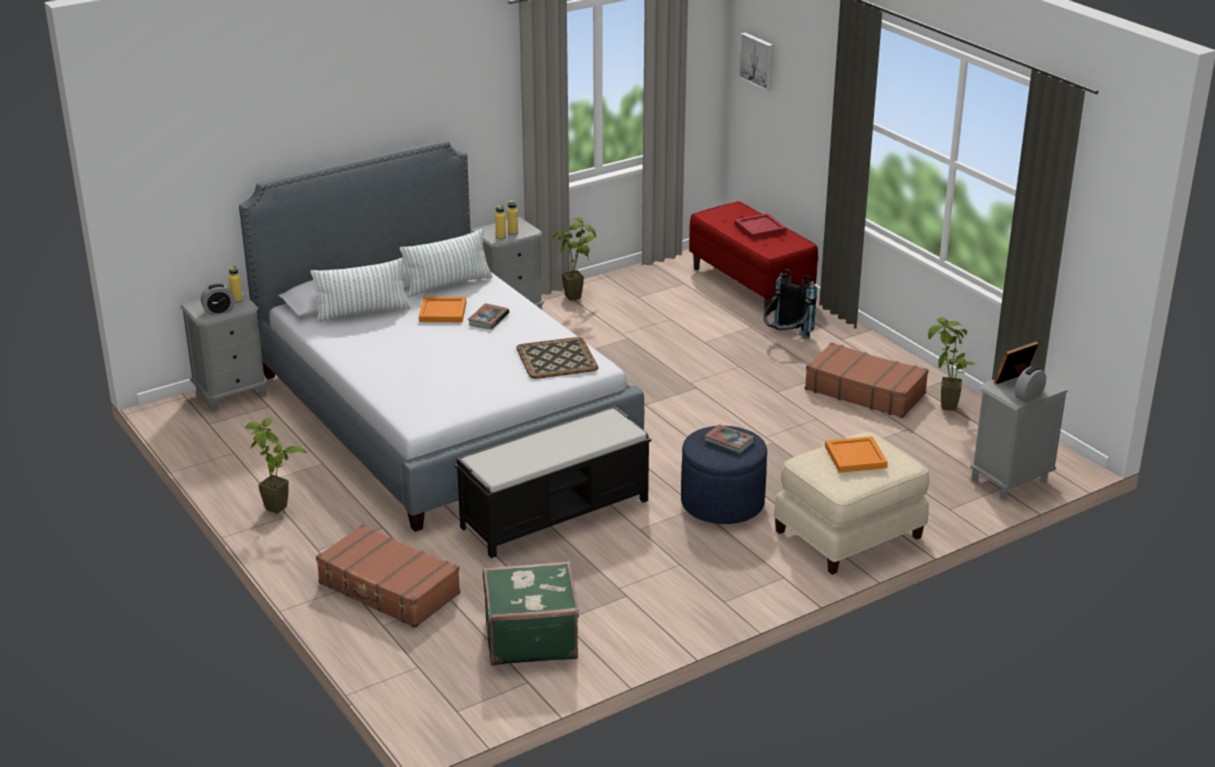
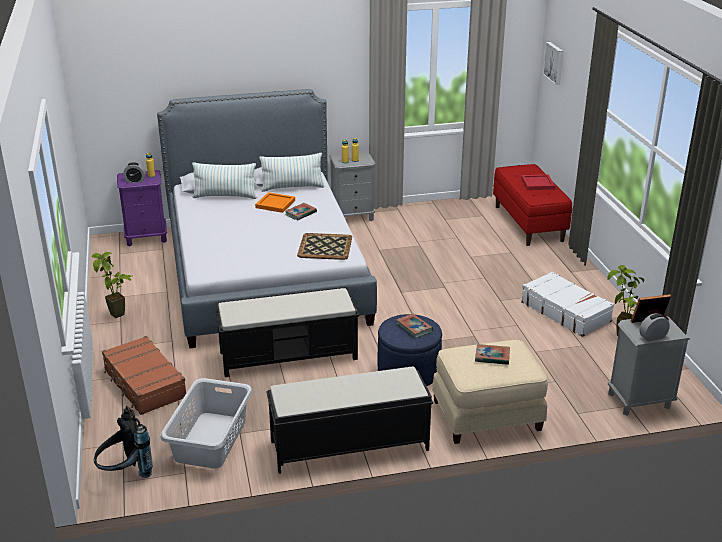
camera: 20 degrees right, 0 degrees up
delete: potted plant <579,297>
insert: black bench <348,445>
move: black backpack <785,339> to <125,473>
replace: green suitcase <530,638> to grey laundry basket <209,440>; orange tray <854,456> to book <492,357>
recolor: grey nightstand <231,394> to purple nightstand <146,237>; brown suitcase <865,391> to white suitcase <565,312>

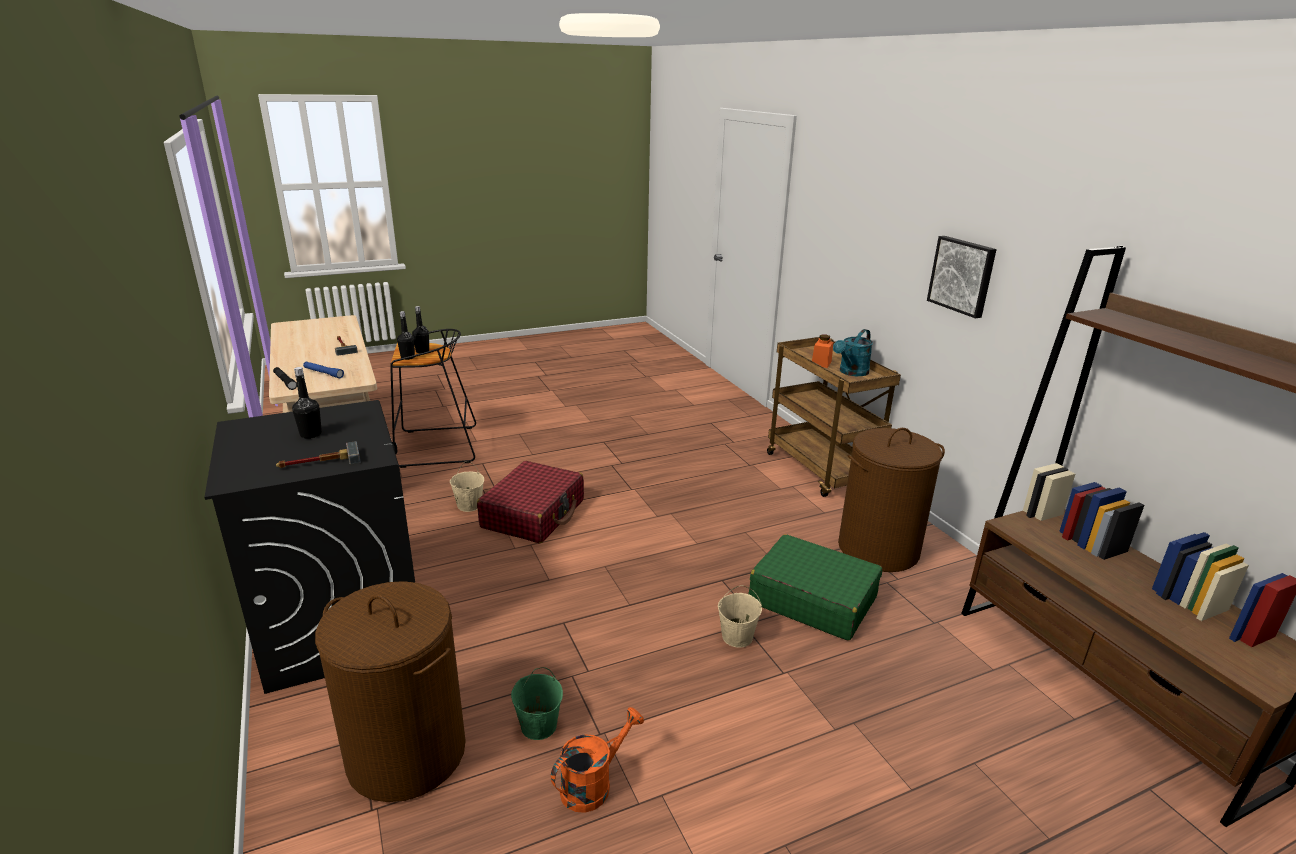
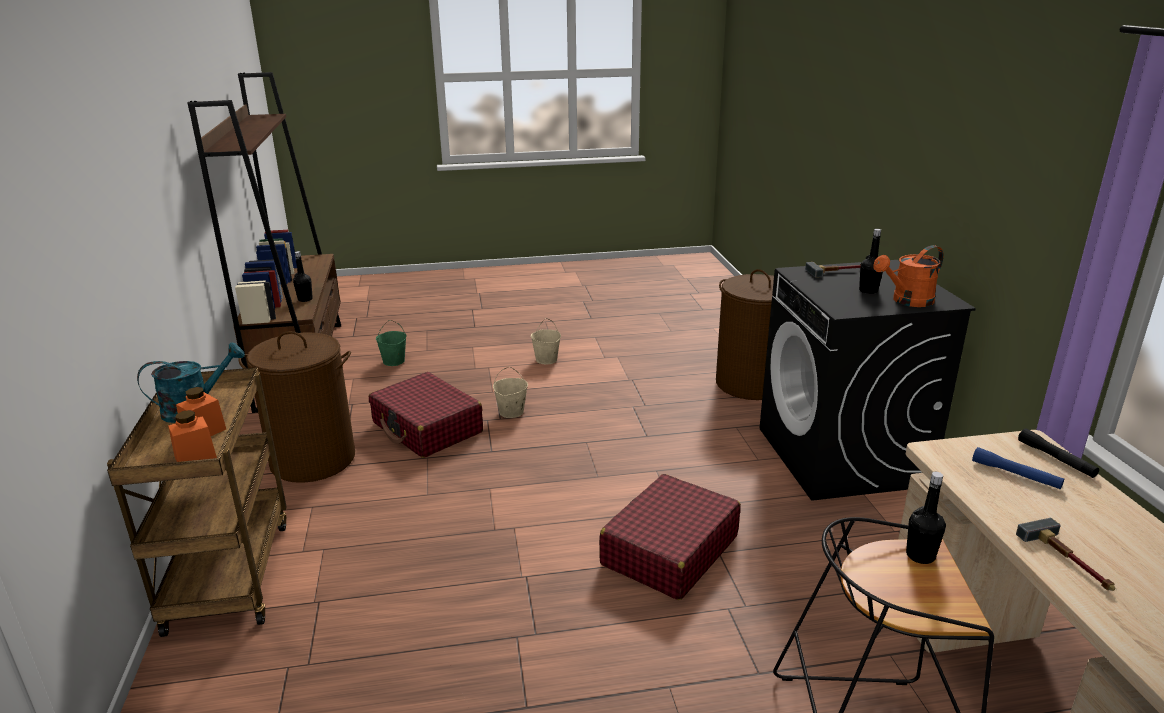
camera: 165 degrees left, 0 degrees up
delete: picture <962,275>
insert: orange jar <195,457>
move: black bottle <422,351> to <305,299>; beige bucket <469,505> to <546,360>; green bucket <538,726> to <394,361>; orange watering can <593,784> to <907,301>
recolor: green suitcase <812,599> to red suitcase <427,428>

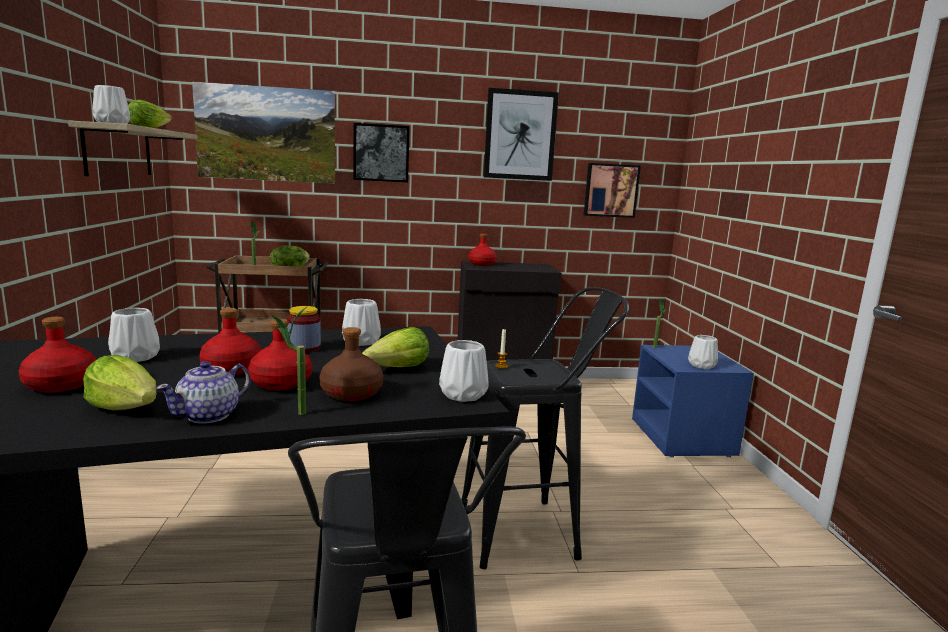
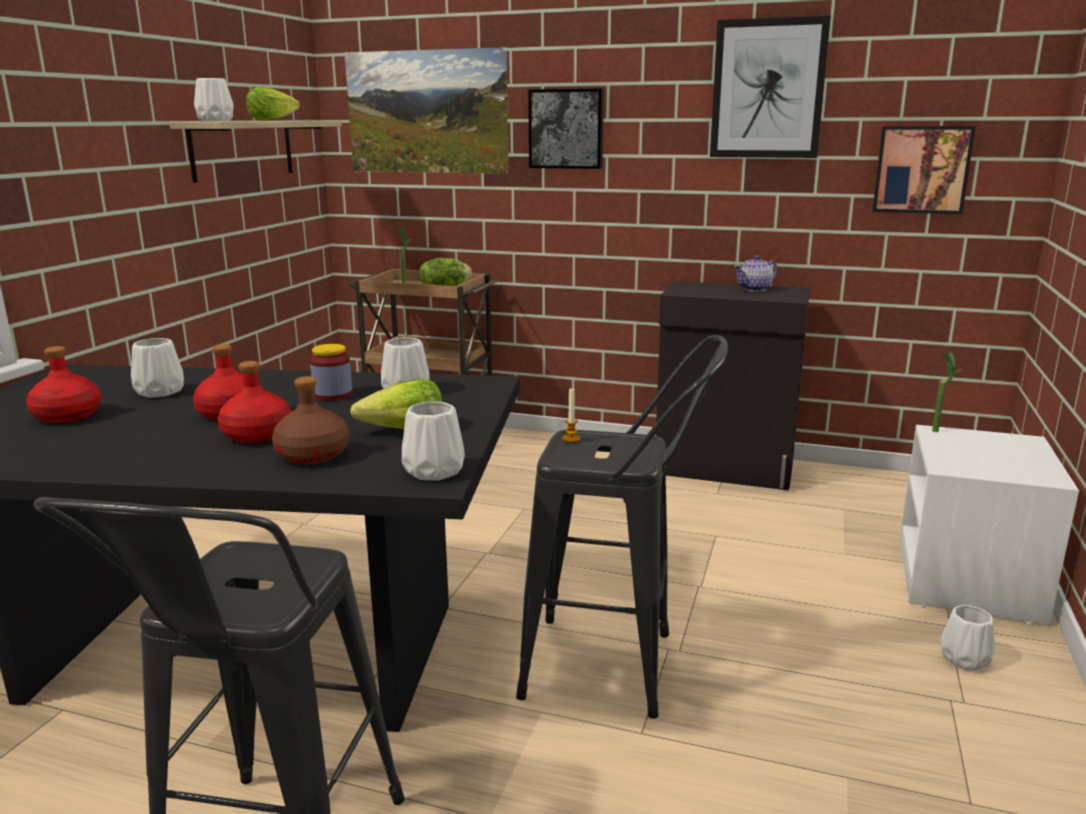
camera: 25 degrees right, 5 degrees up
delete: lettuce <126,408>; potted plant <293,414>; red bottle <481,264>
move: teapot <209,415> to <755,289>; white vase <702,366> to <965,660>
recolor: blue nightstand <683,437> to white nightstand <969,581>

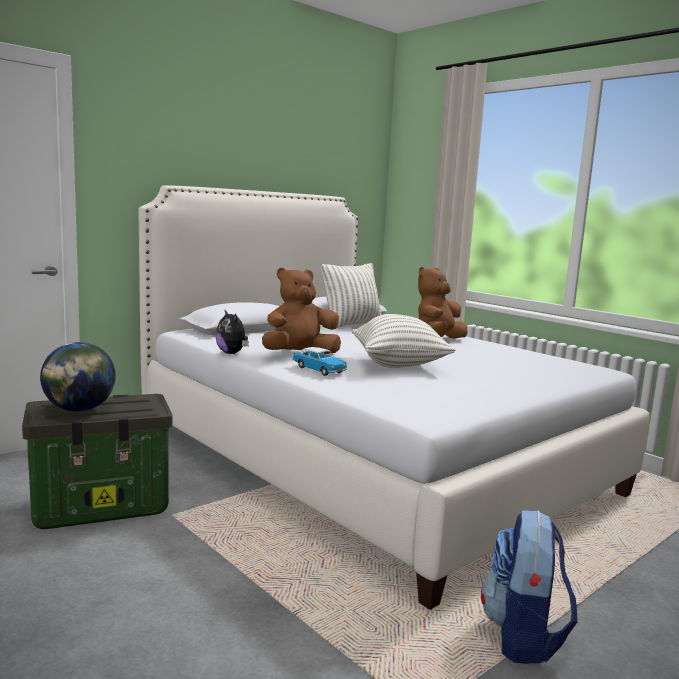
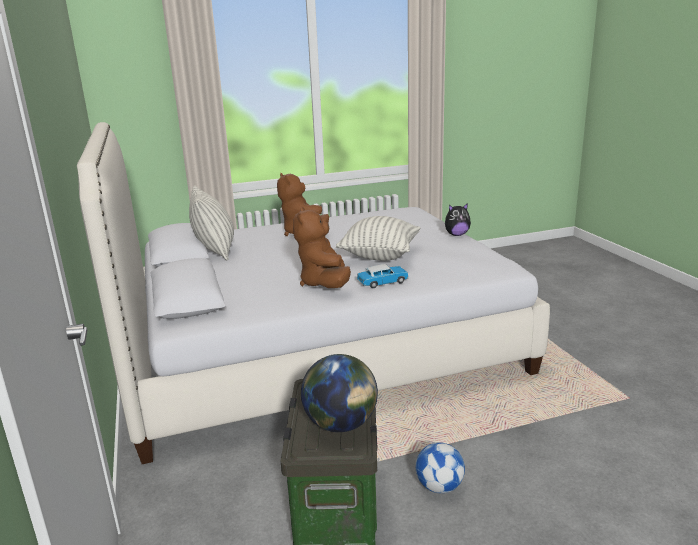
camera: 65 degrees left, 10 degrees up
delete: backpack <524,636>
insert: football <439,486>
move: plush toy <232,353> to <456,235>

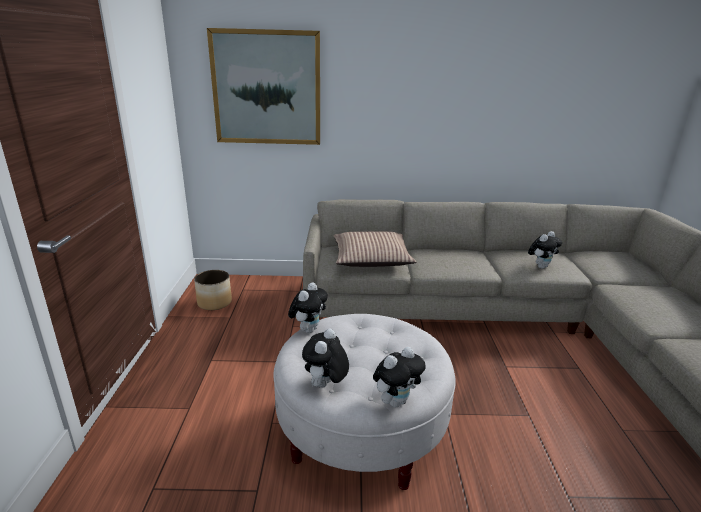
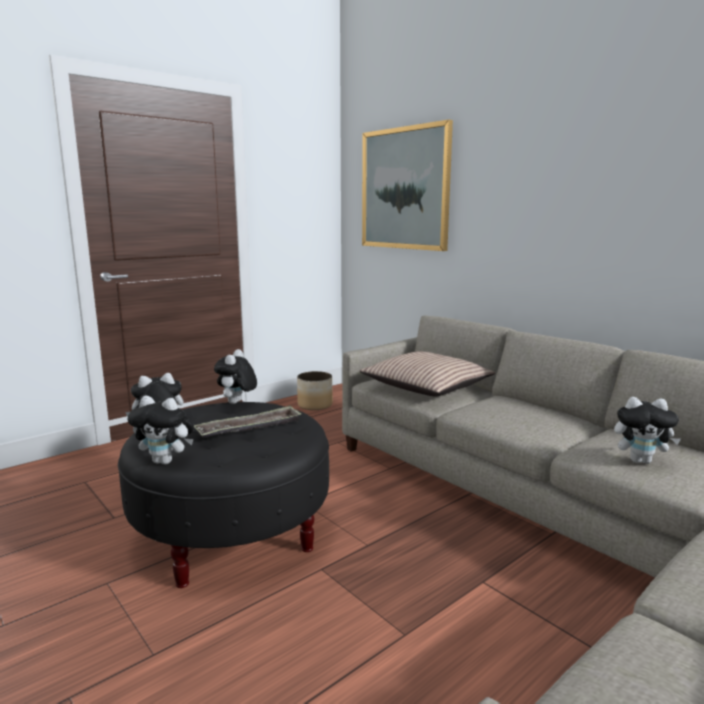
camera: 50 degrees right, 10 degrees down
insert: tray <249,428>
recolor: white ottoman <361,432> to black ottoman <232,533>
rotate: plush toy <308,329> = <237,403> 120 degrees clockwise

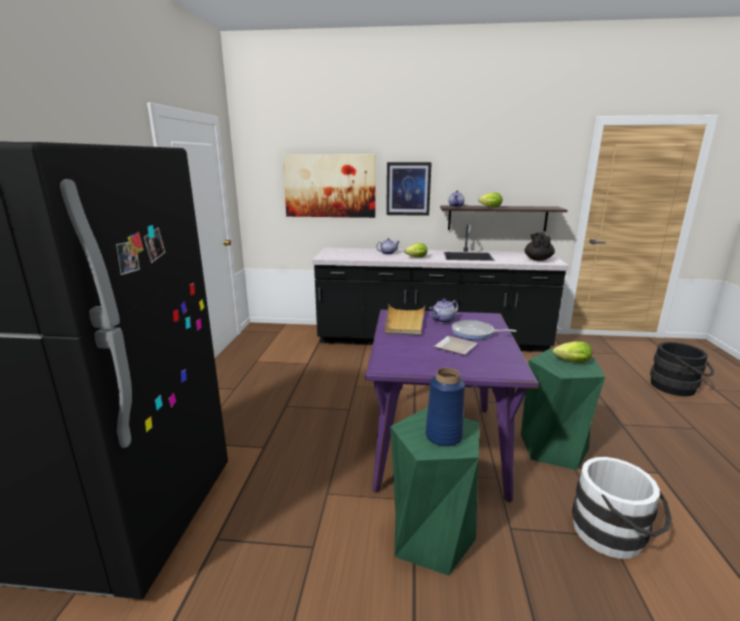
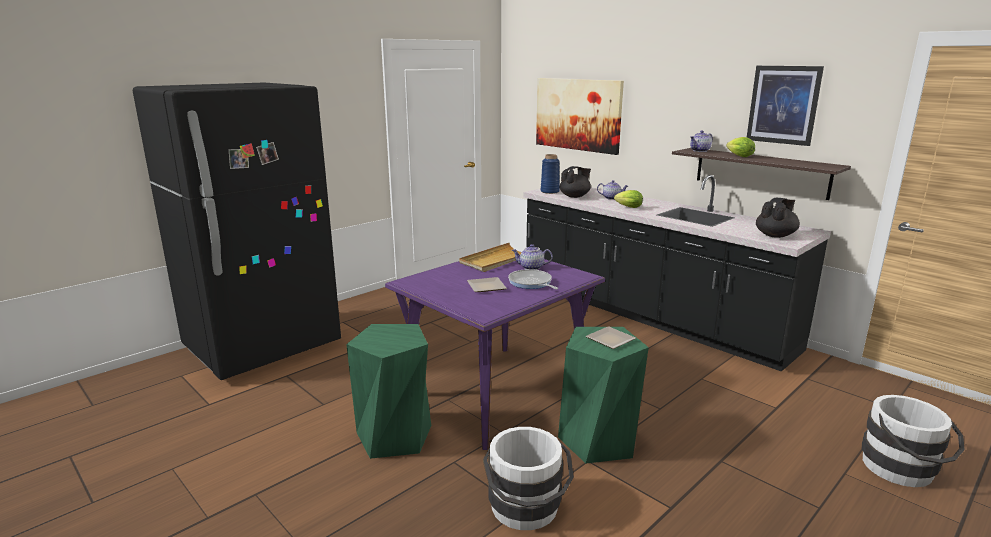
camera: 40 degrees right, 0 degrees up
insert: black teapot <575,196>
move: picture <408,189> to <783,105>; blue vase <444,436> to <550,191>
replace: lettuce <570,362> to plate <610,341>
recolor: black bucket <677,387> to white bucket <903,471>

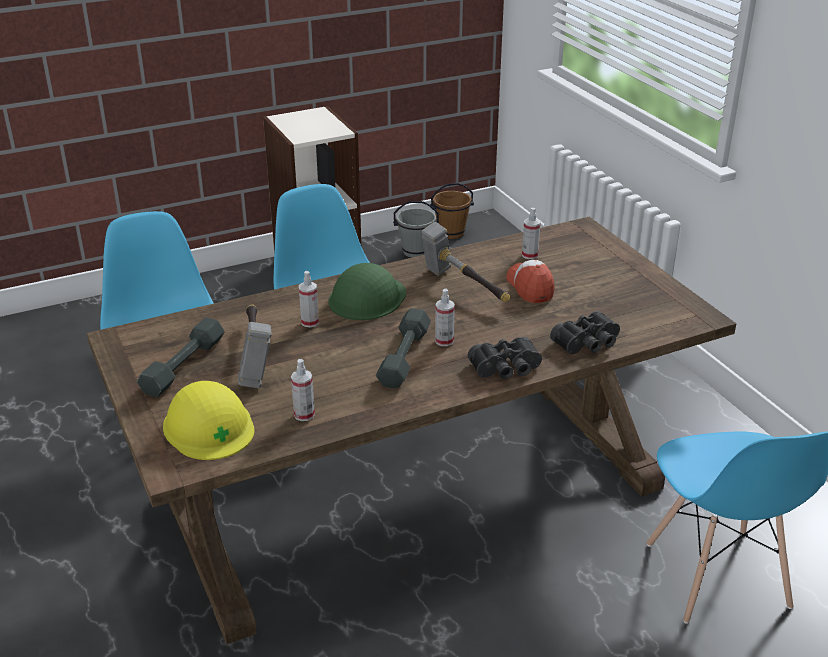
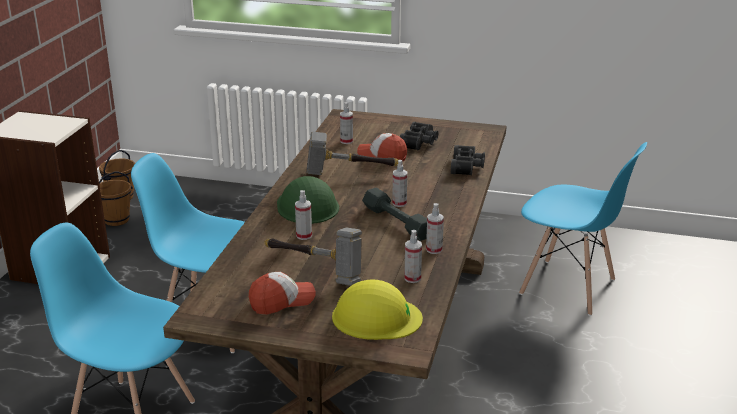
camera: 50 degrees left, 5 degrees down
insert: spray bottle <434,250>
move: black binoculars <506,369> to <420,143>
replace: grey dumbbell <183,365> to cap <282,301>
recolor: grey bucket <416,251> to brown bucket <116,220>

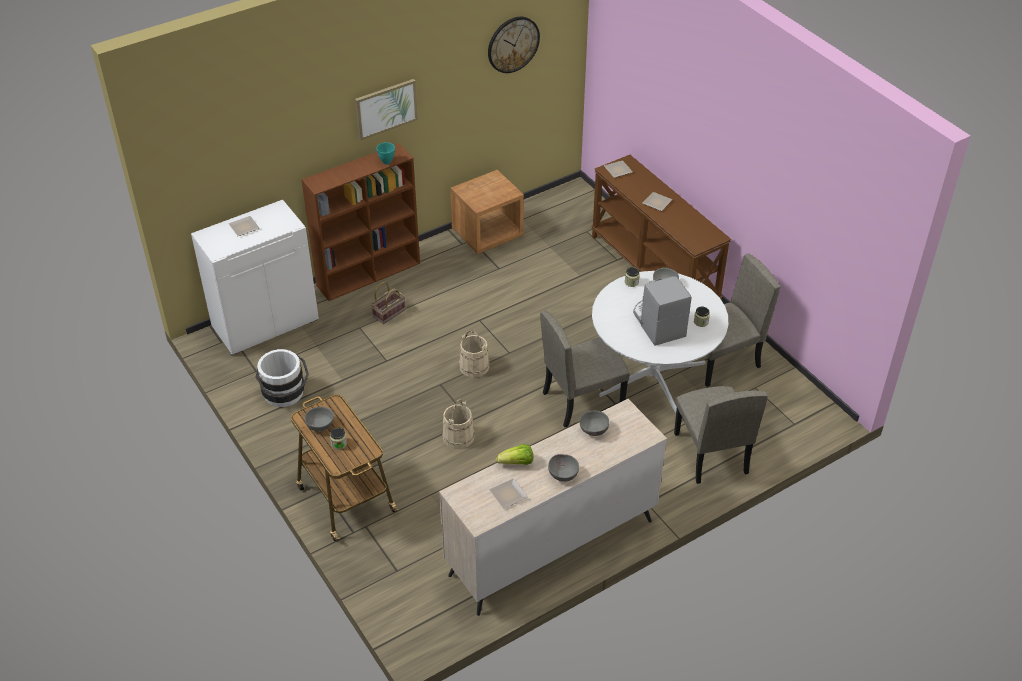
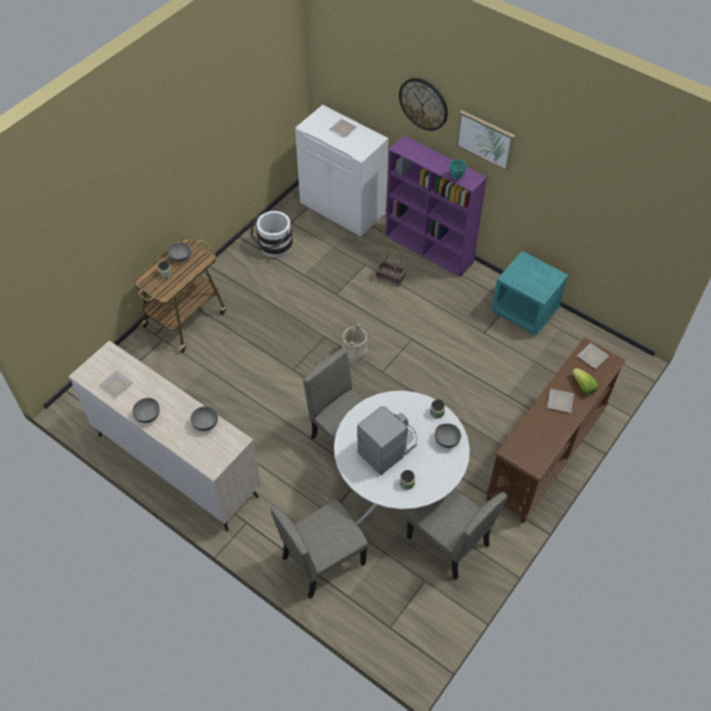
camera: 70 degrees right, 10 degrees up
delete: beige bucket <458,437>
move: wall clock <513,44> to <424,103>; lettuce <517,463> to <583,386>
recolor: brown bookcase <369,274> to purple bookcase <430,249>; brown nightstand <487,234> to turquoise nightstand <525,310>

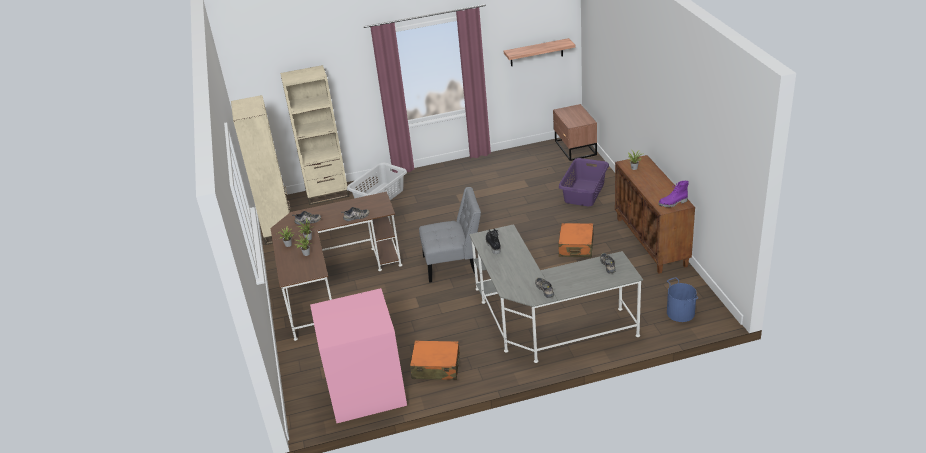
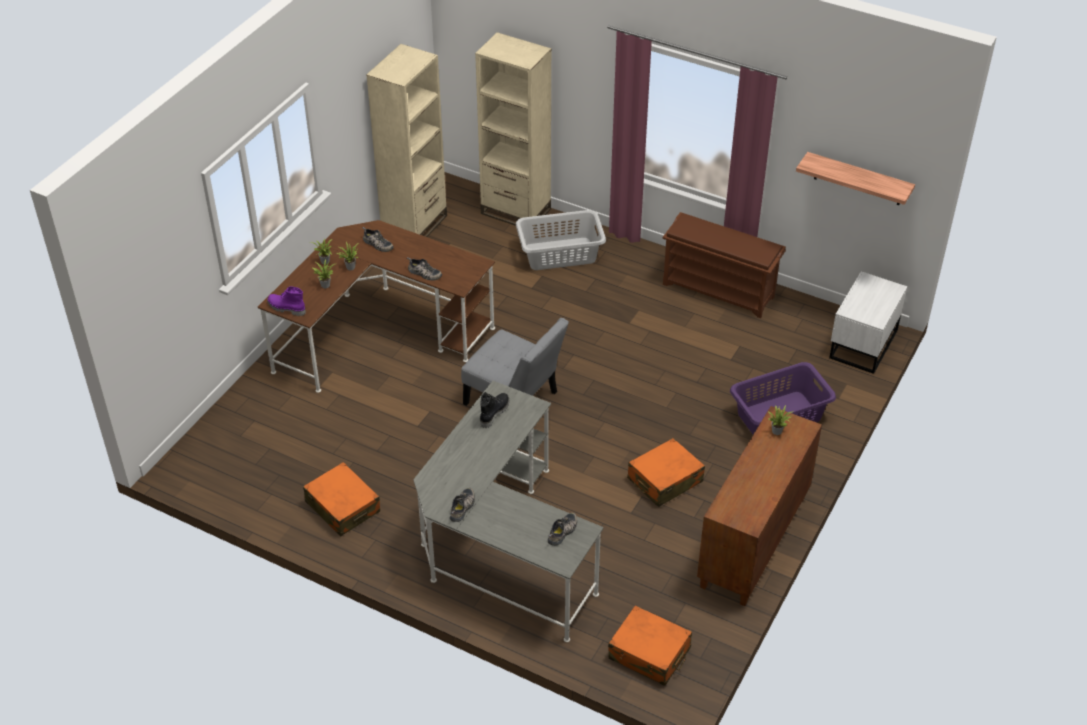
camera: 40 degrees right, 10 degrees up
delete: pink washing machine <365,391>
insert: brown shoe rack <719,290>
move: purple boot <673,203> to <286,308>
replace: blue bucket <681,313> to orange suitcase <649,653>
recolor: brown nightstand <574,148> to white nightstand <861,344>

